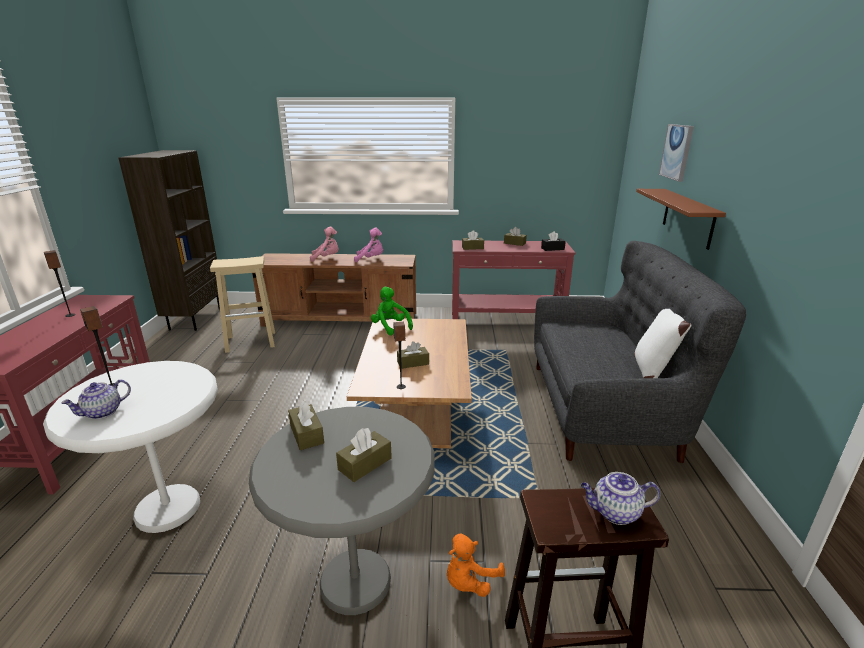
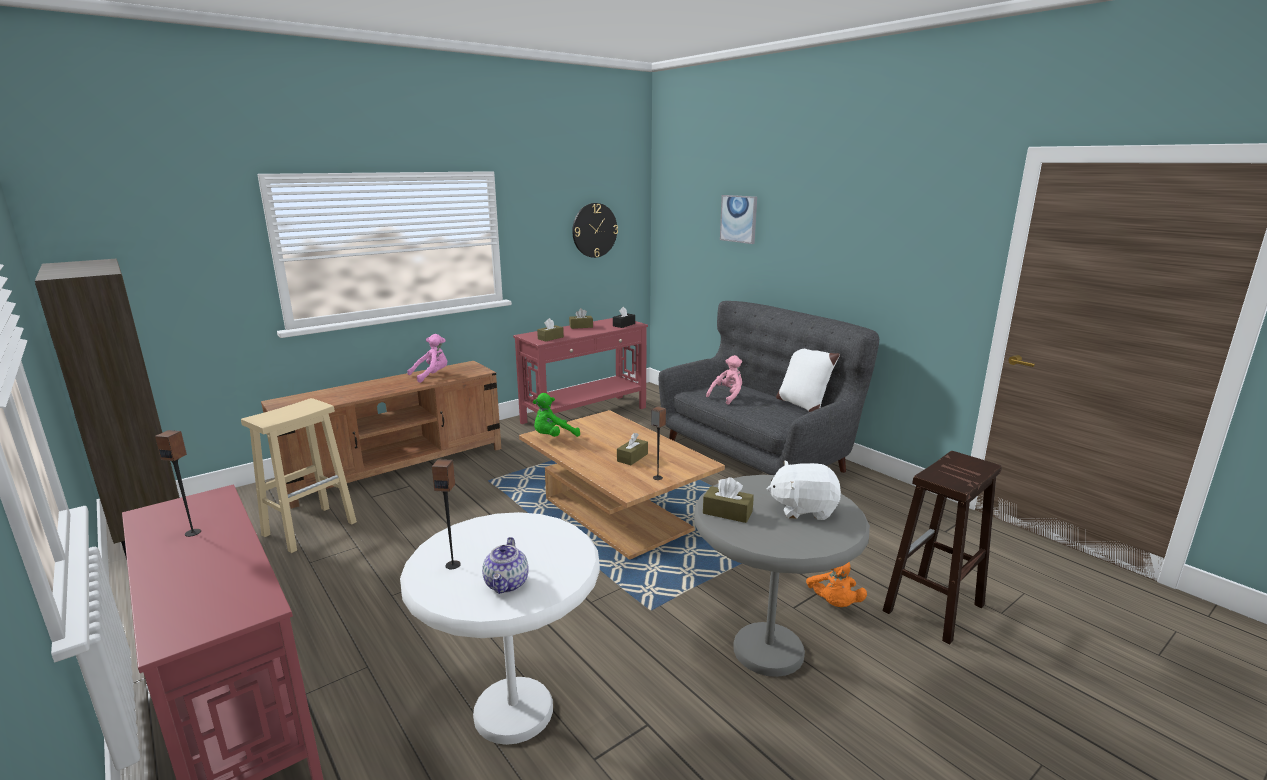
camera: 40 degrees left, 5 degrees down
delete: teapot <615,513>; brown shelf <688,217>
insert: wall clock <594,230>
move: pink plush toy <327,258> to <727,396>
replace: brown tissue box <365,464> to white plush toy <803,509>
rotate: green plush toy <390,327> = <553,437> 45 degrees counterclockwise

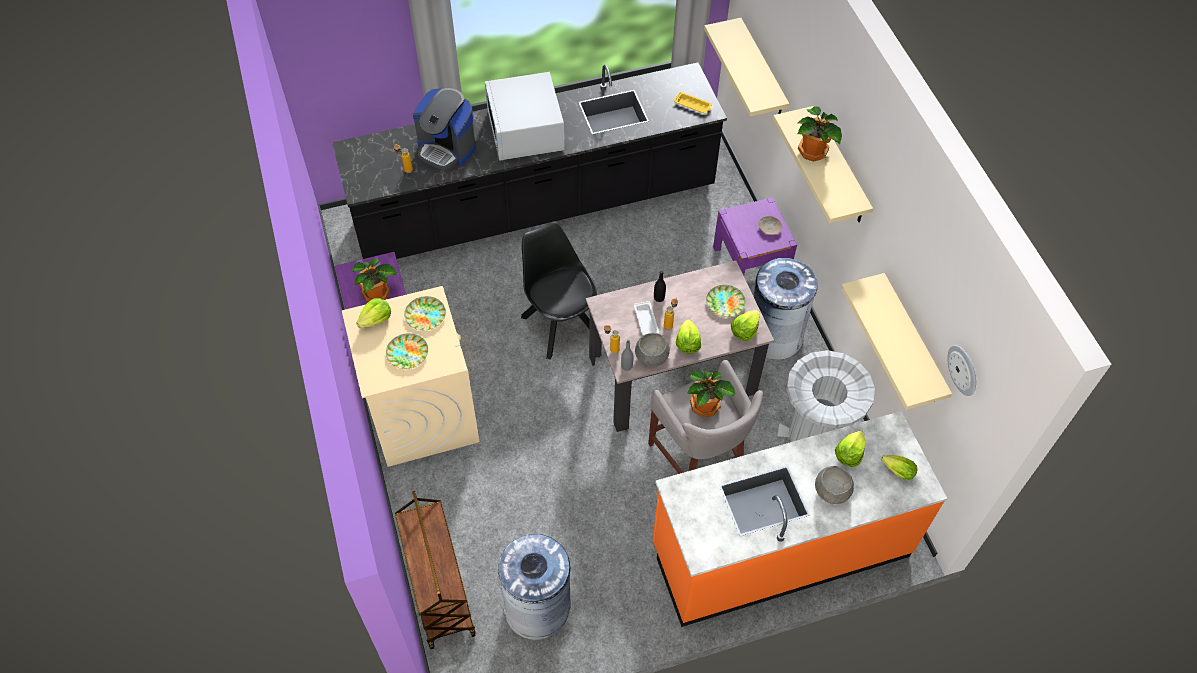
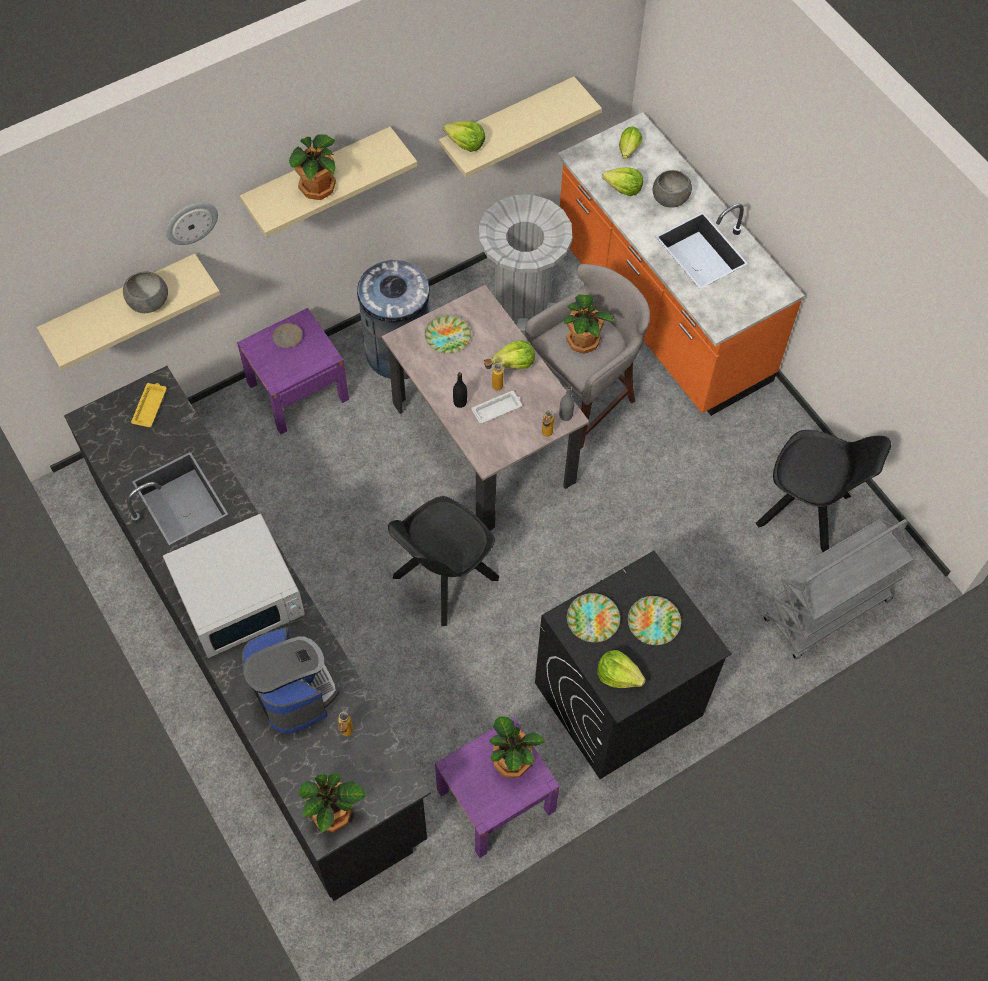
camera: 105 degrees left, 5 degrees up
insert: potted plant <333,813>
move: grey bowl <651,356> to <148,302>; lettuce <744,330> to <465,144>; wall clock <963,370> to <191,222>
replace: grey trash can <537,607> to black chair <806,511>
recolor: beige washing machine <422,412> to black washing machine <617,700>; brown cart <439,590> to grey cart <826,611>
rotate: coffee machine <446,148> = <294,692> 45 degrees counterclockwise

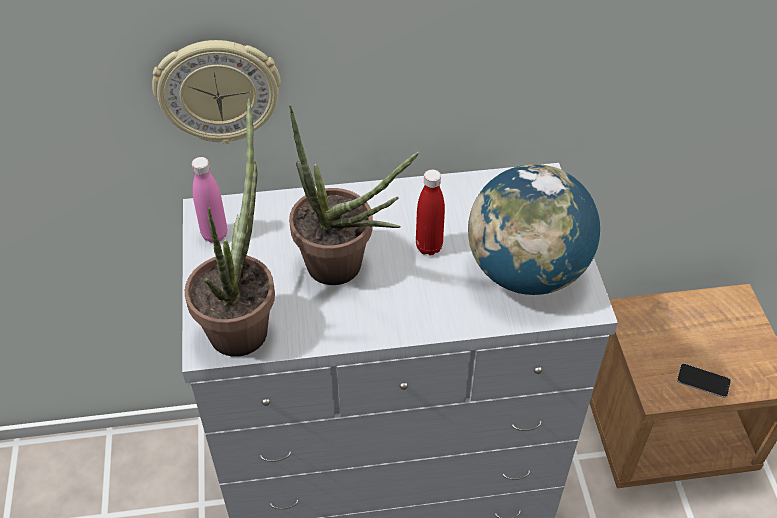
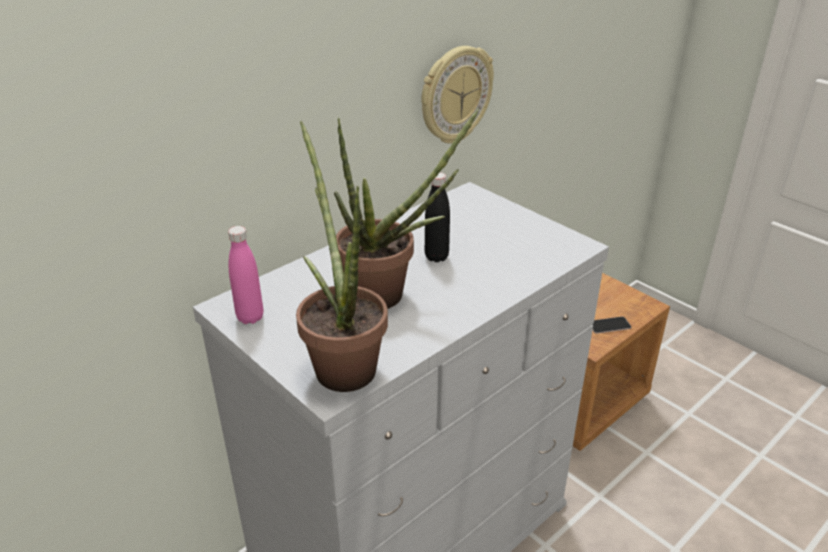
camera: 35 degrees left, 15 degrees down
delete: globe <526,271>
move: wall clock <218,91> to <455,95>
recolor: red bottle <429,247> to black bottle <436,257>

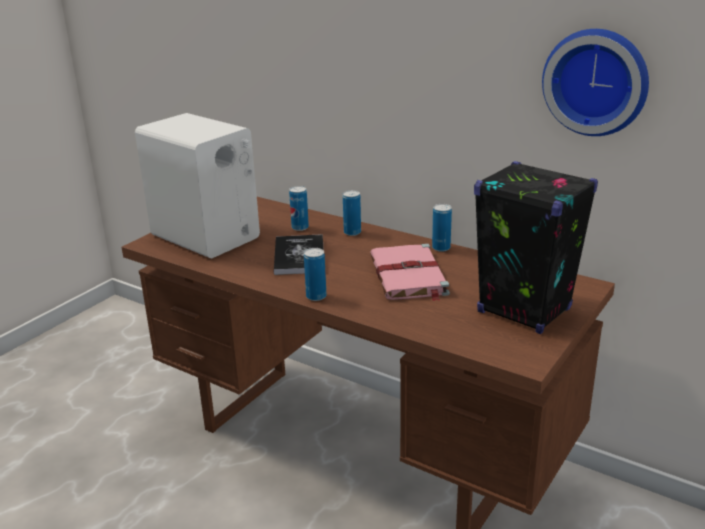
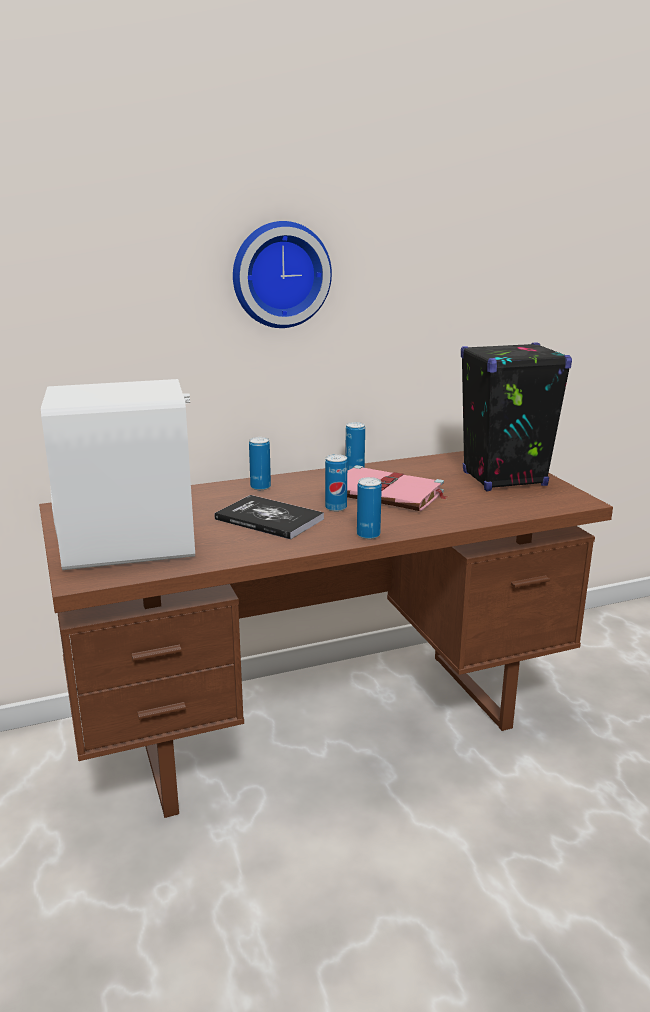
camera: 55 degrees left, 5 degrees down
move: can <300,227> to <336,508>; wall clock <596,81> to <280,274>

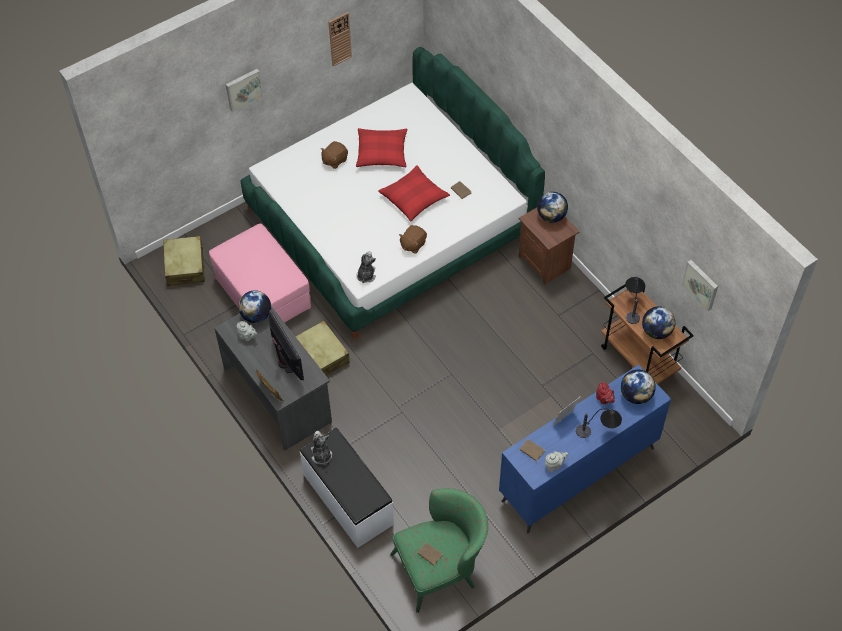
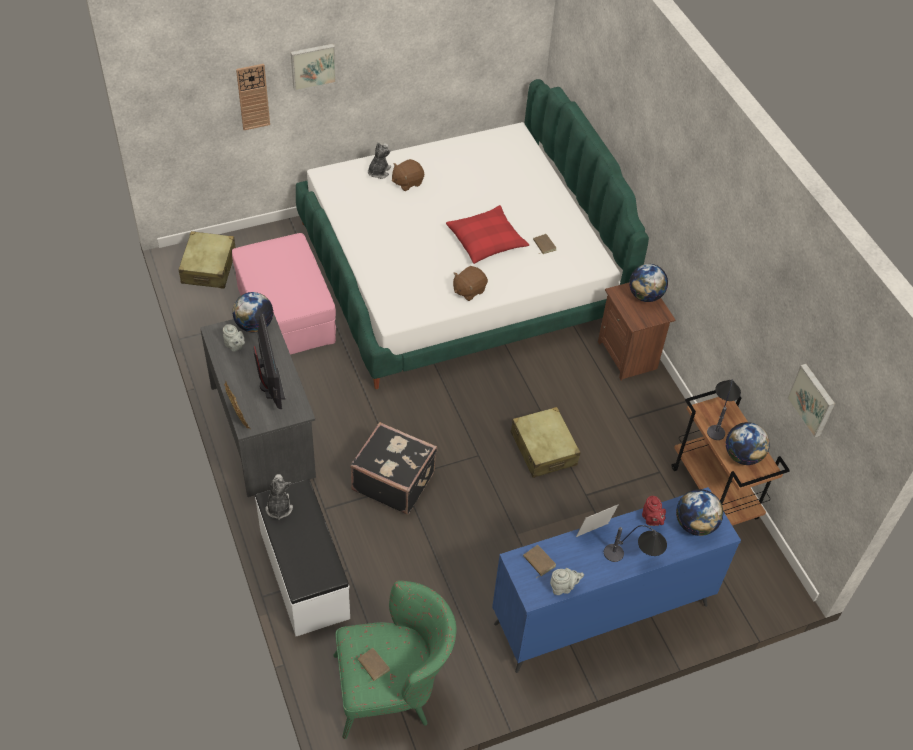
camera: 10 degrees right, 5 degrees down
delete: red pillow <382,152>
insert: black suitcase <393,480>
move: beige suitcase <321,355> to <543,449>; wall clock <339,39> to <253,97>; plush toy <366,275> to <378,172>

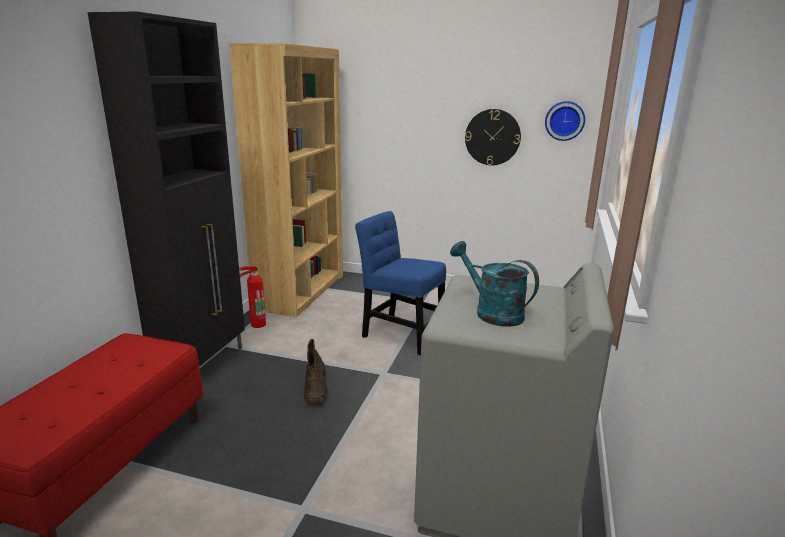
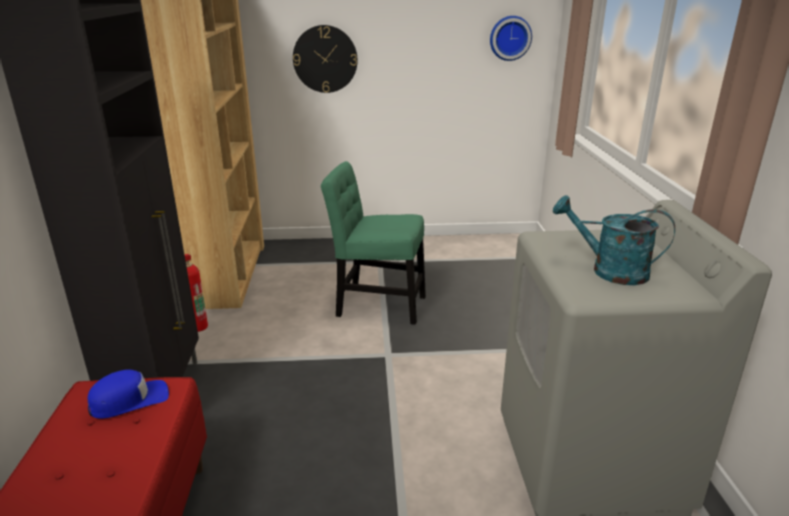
camera: 20 degrees left, 5 degrees up
delete: brown boot <315,388>
insert: blue cap <129,400>
move: wall clock <492,137> to <325,59>
recolor: blue chair <400,334> to green chair <376,305>

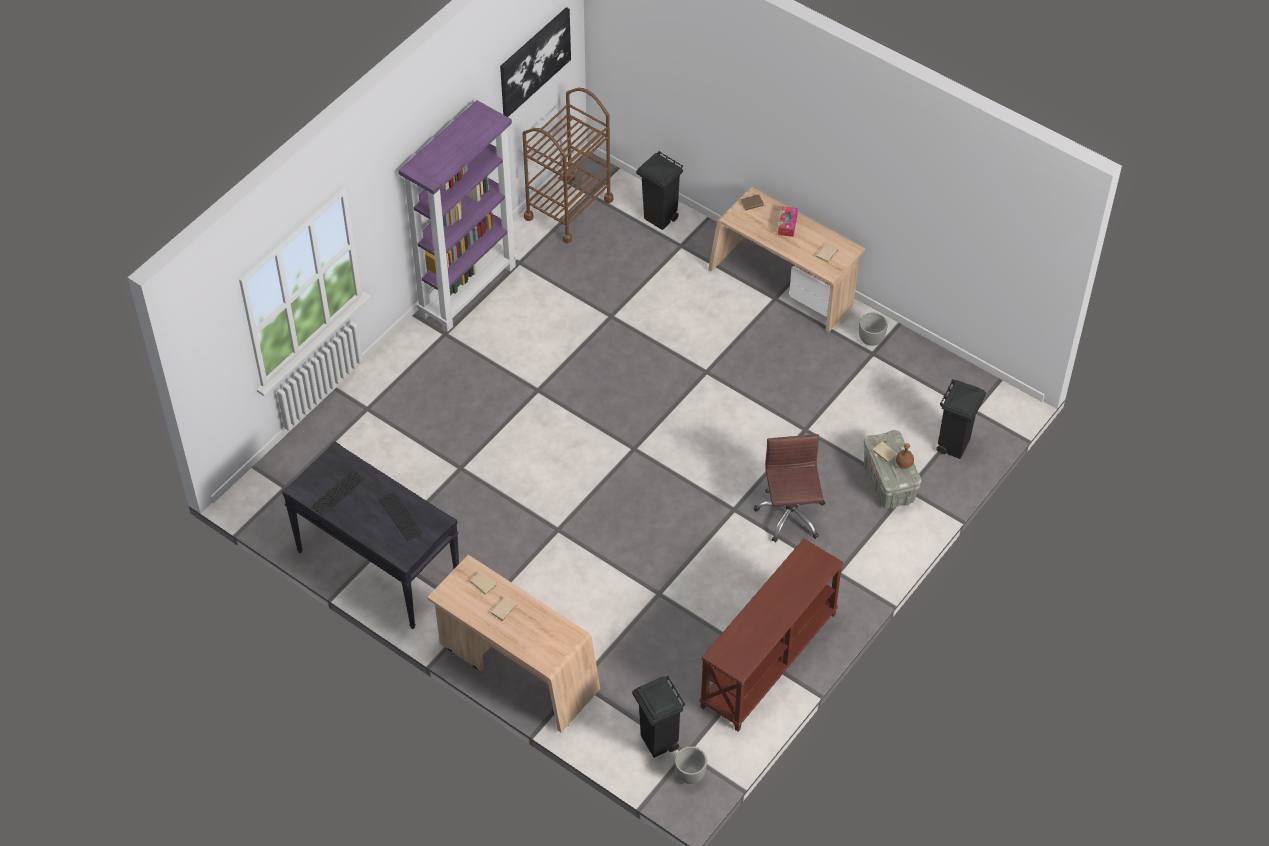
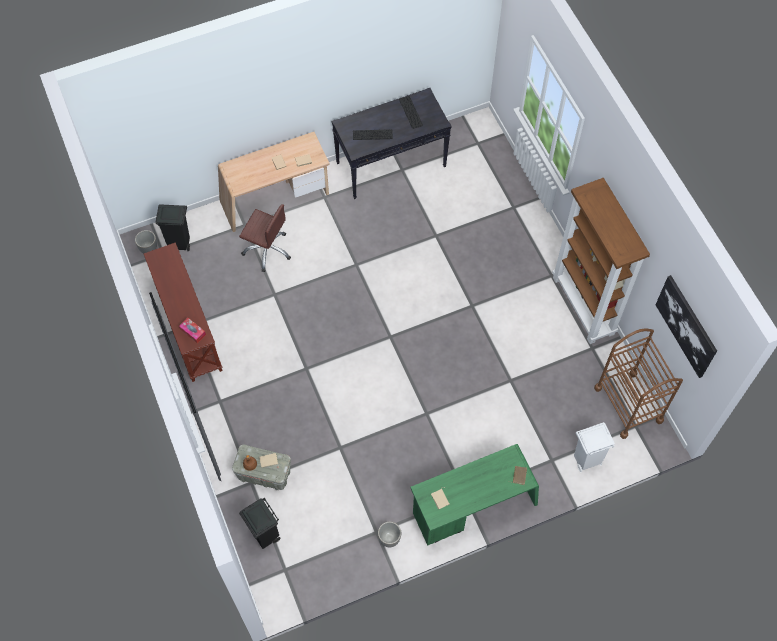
camera: 120 degrees right, 10 degrees up
move: brown office chair <790,515> to <267,249>; tissue box <787,224> to <193,332>
recolor: purple bookcase <468,289> to brown bookcase <584,306>; black trash can <660,218> to white trash can <586,460>; beige desk <782,287> to green desk <473,507>

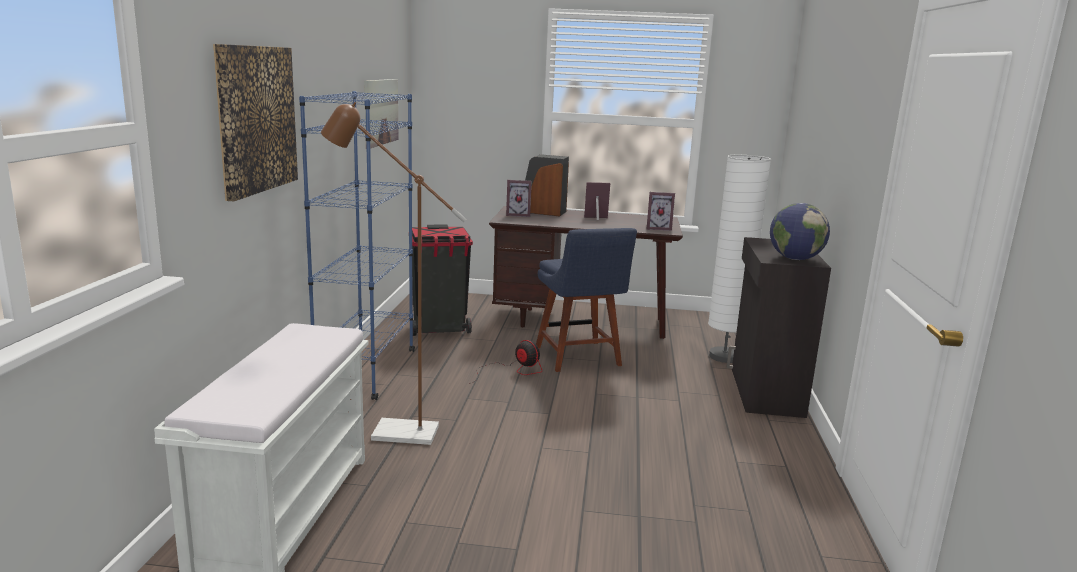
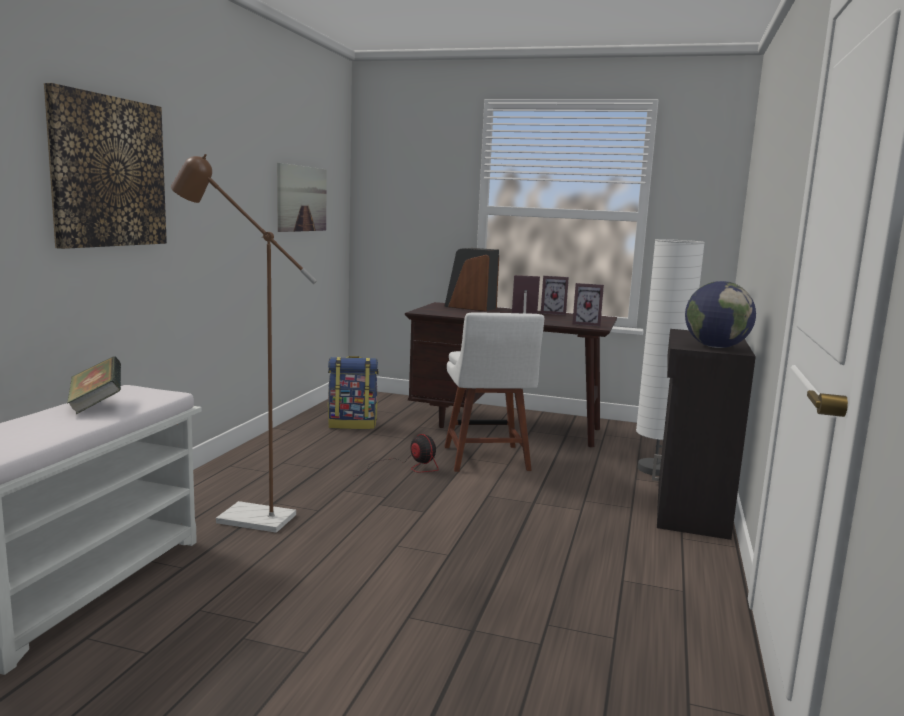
camera: 10 degrees right, 5 degrees down
delete: blue bookcase <367,371>
insert: book <96,405>
move: picture frame <518,215> to <553,313>
replace: black trash can <440,329> to backpack <352,424>
recolor: blue chair <579,358> to white chair <487,460>

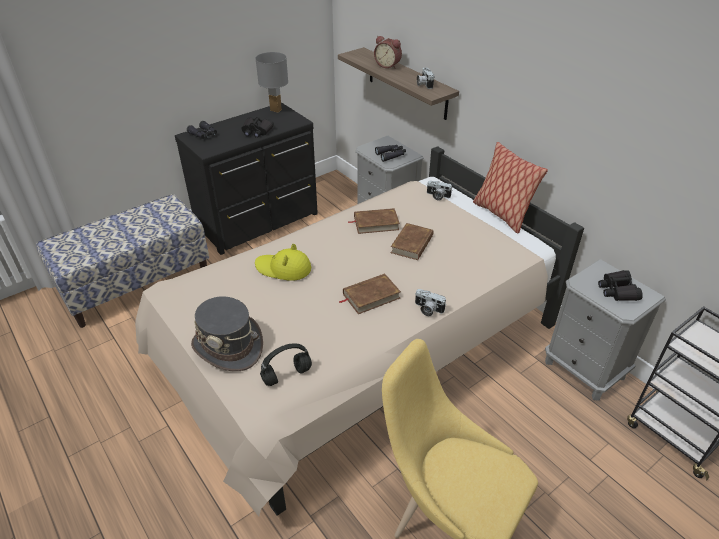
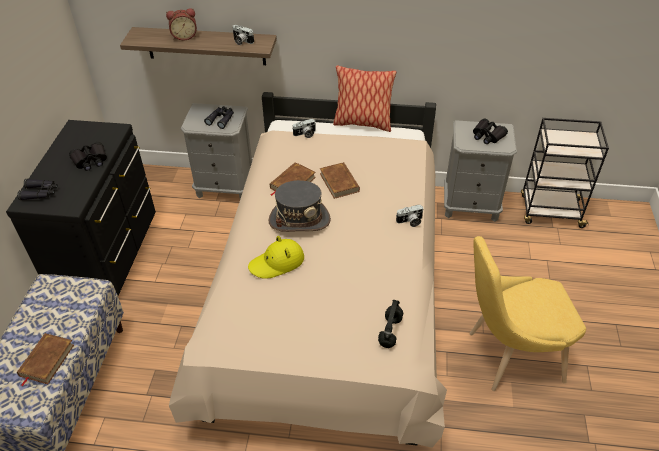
camera: 45 degrees left, 5 degrees up
delete: grey table lamp <276,110>
move: grey hat <228,346> to <299,219>; brown book <371,296> to <46,360>

